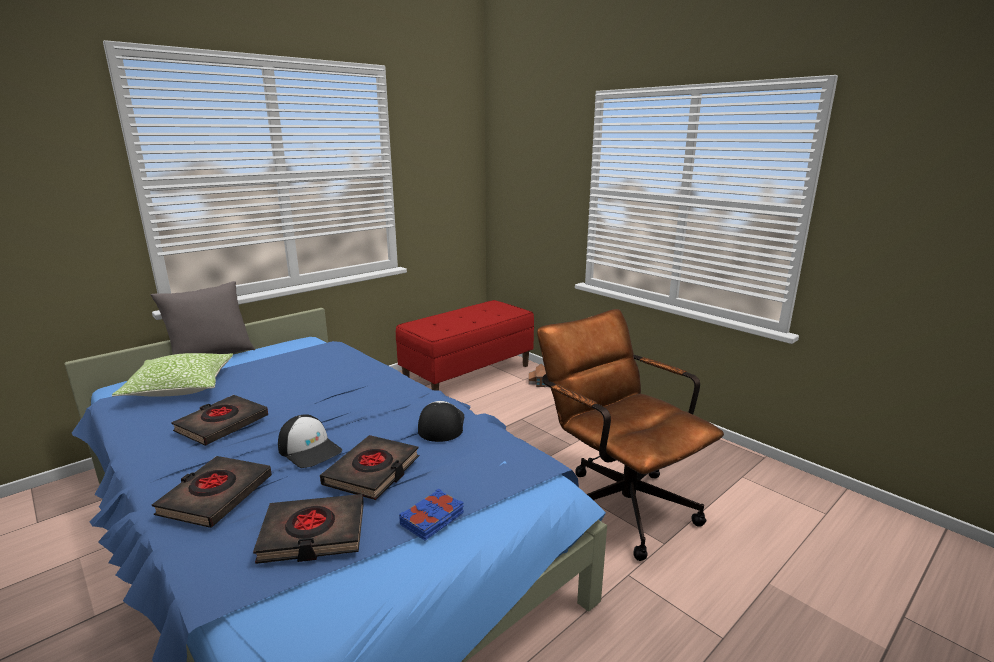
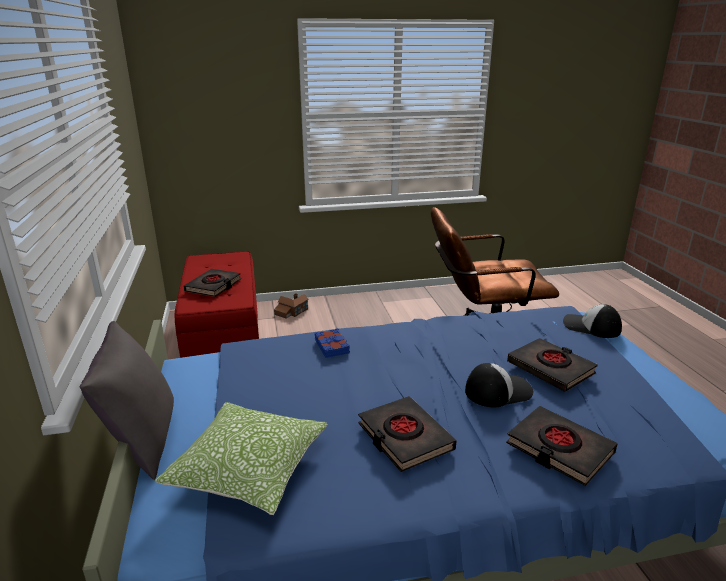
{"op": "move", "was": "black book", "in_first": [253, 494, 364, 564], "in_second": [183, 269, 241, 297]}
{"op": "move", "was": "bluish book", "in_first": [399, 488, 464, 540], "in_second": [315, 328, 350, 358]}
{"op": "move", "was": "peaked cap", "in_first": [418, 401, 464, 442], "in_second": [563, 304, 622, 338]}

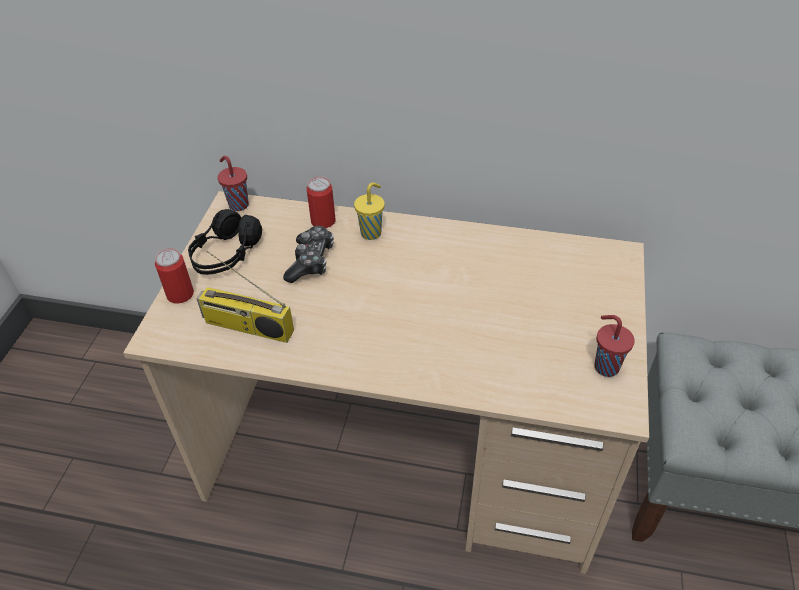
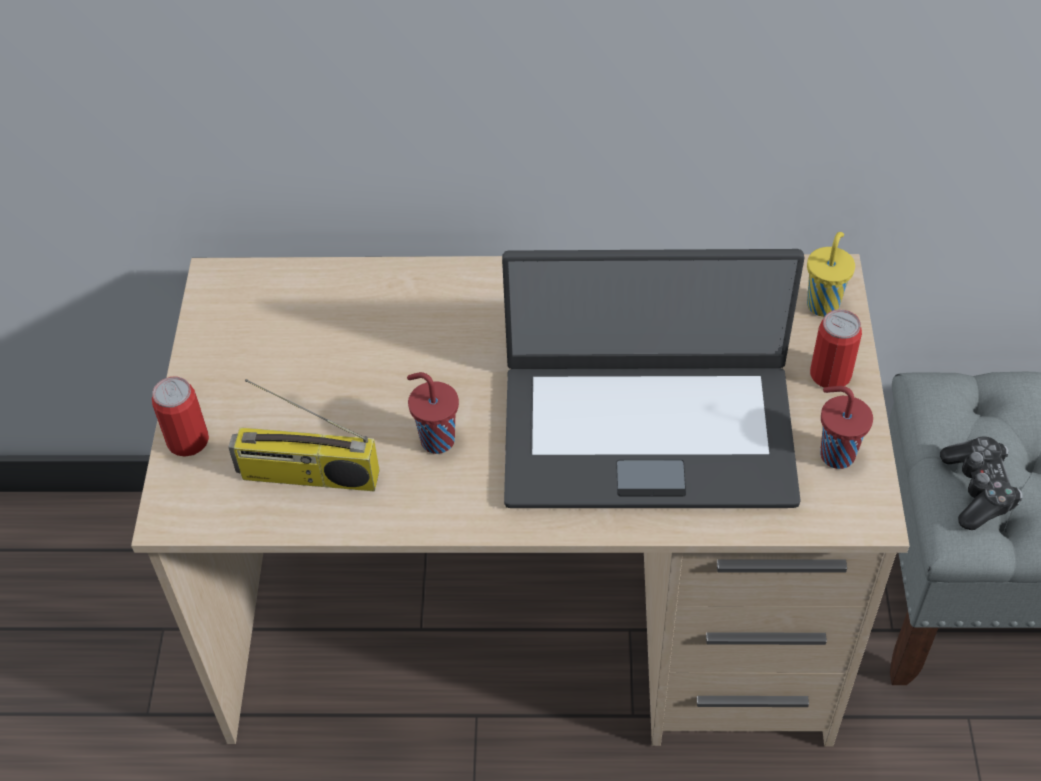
{"op": "delete", "was": "black headset", "in_first": [188, 209, 262, 275]}
{"op": "move", "was": "reddish small cup", "in_first": [218, 156, 249, 211], "in_second": [407, 372, 459, 454]}
{"op": "move", "was": "game controller", "in_first": [283, 226, 334, 283], "in_second": [940, 437, 1022, 530]}
{"op": "move", "was": "sealed can", "in_first": [307, 177, 336, 228], "in_second": [810, 309, 862, 388]}
{"op": "move", "was": "yellow small cup", "in_first": [354, 182, 385, 240], "in_second": [807, 232, 855, 317]}
{"op": "insert", "now": "notebook computer", "in_second": [502, 249, 804, 508]}

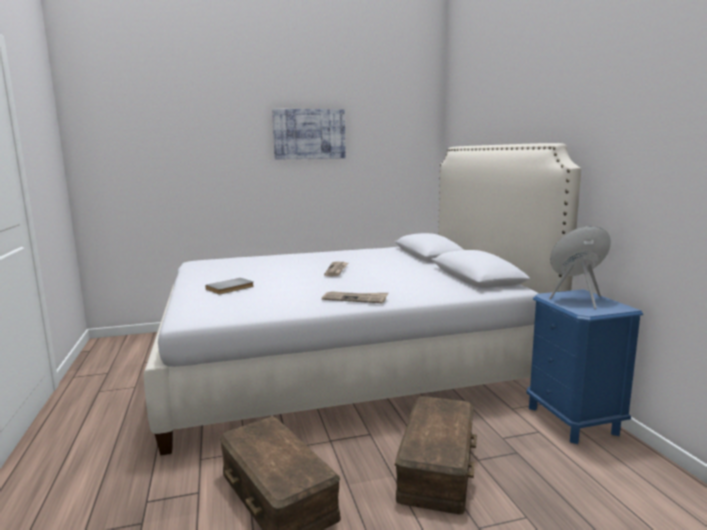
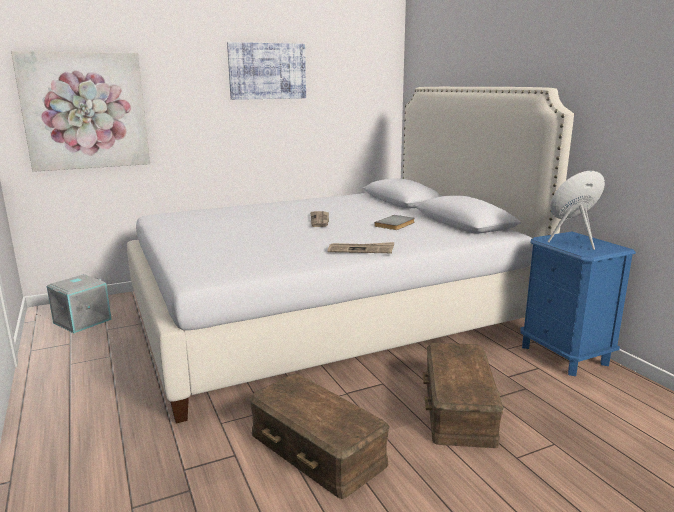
{"op": "move", "was": "greyish book", "in_first": [205, 278, 254, 294], "in_second": [374, 215, 415, 230]}
{"op": "insert", "now": "wall art", "in_second": [11, 51, 150, 172]}
{"op": "insert", "now": "greyish storage bin", "in_second": [47, 274, 112, 333]}

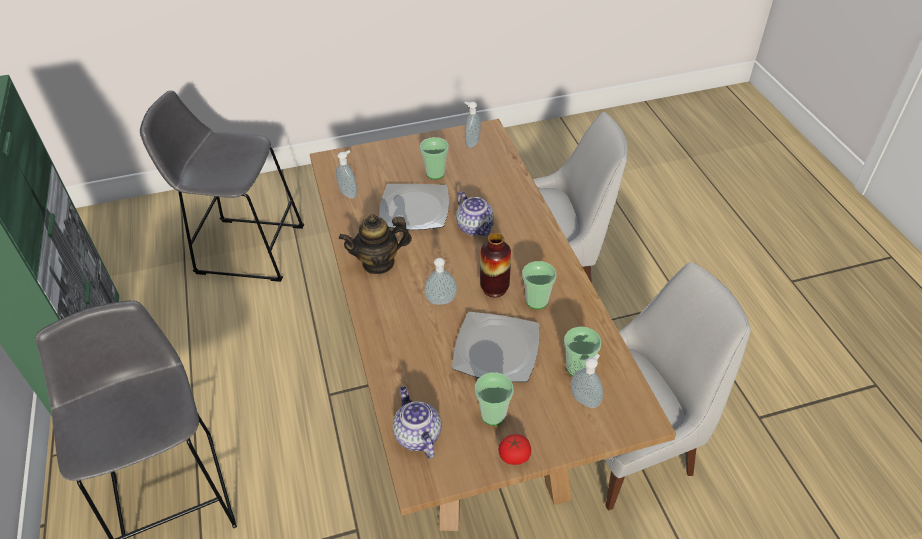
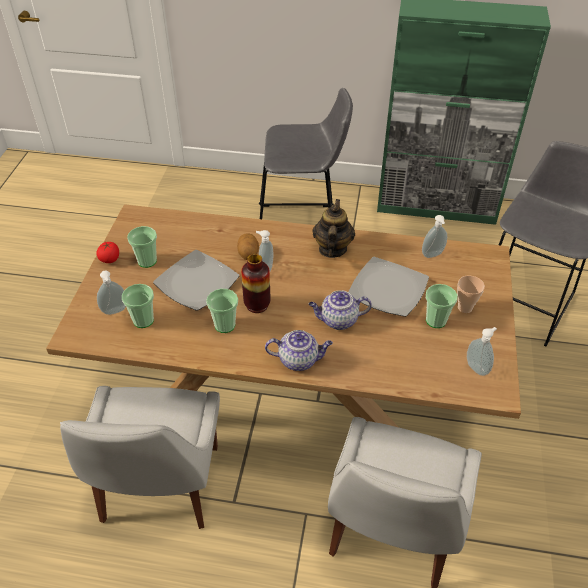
{"op": "move", "was": "tea pot", "in_first": [393, 386, 442, 459], "in_second": [265, 330, 333, 371]}
{"op": "insert", "now": "spud", "in_second": [237, 234, 259, 260]}
{"op": "insert", "now": "small cup", "in_second": [457, 276, 485, 313]}

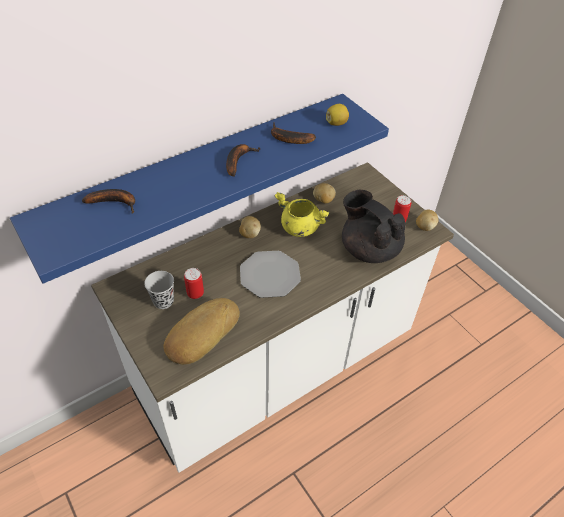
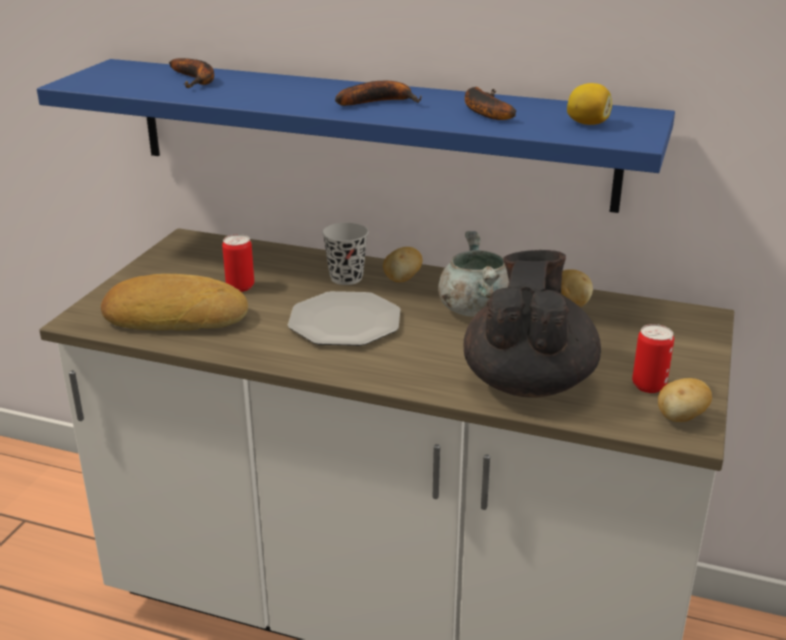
{"op": "move", "was": "black small cup", "in_first": [144, 271, 174, 309], "in_second": [322, 223, 369, 285]}
{"op": "recolor", "was": "yellow cooking pot", "now": "greyish cooking pot", "in_first": [275, 192, 330, 237], "in_second": [438, 231, 509, 317]}

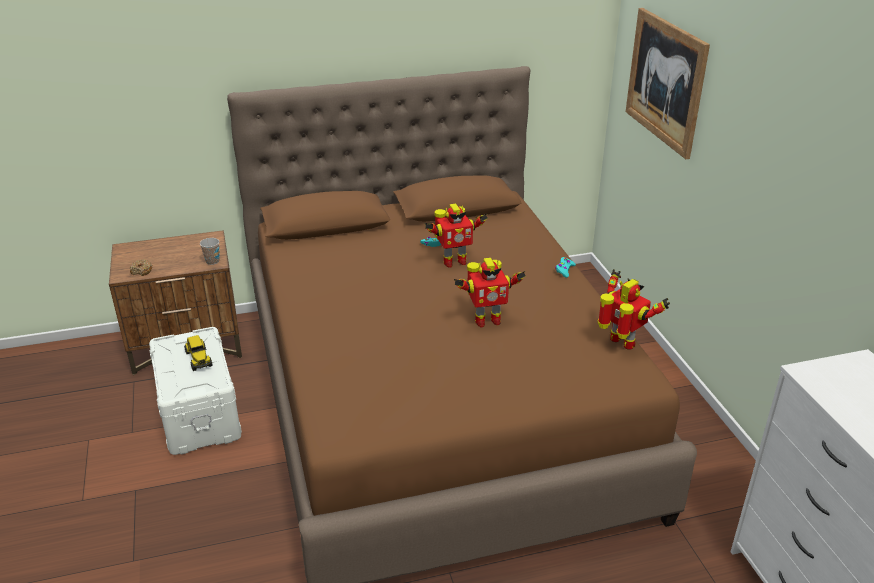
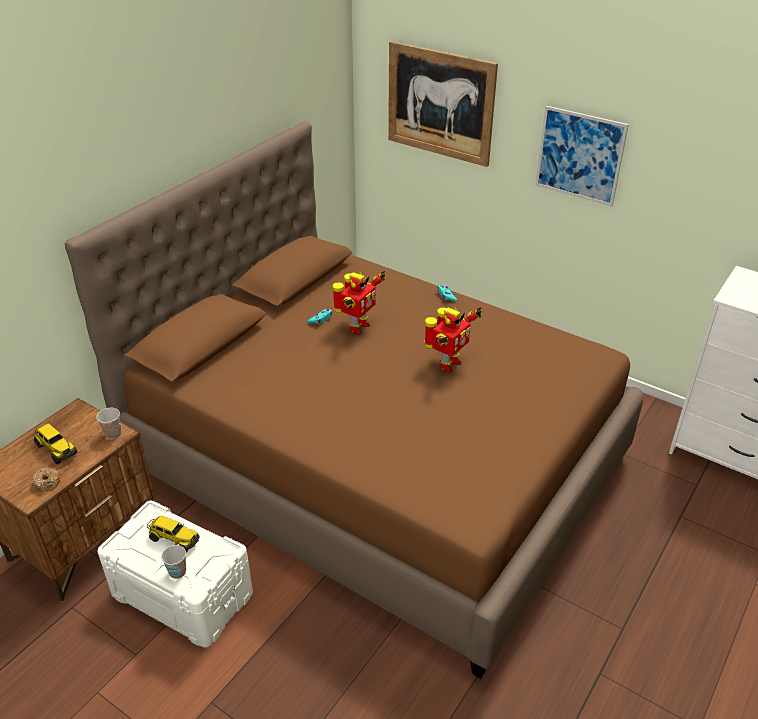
{"op": "delete", "was": "toy robot", "in_first": [597, 269, 670, 350]}
{"op": "insert", "now": "toy truck", "in_second": [34, 424, 77, 464]}
{"op": "insert", "now": "small cup", "in_second": [161, 545, 186, 579]}
{"op": "insert", "now": "wall art", "in_second": [535, 106, 629, 207]}

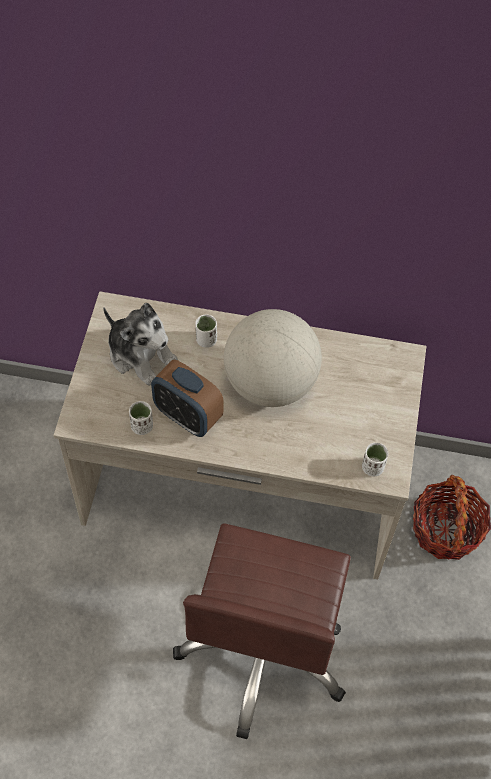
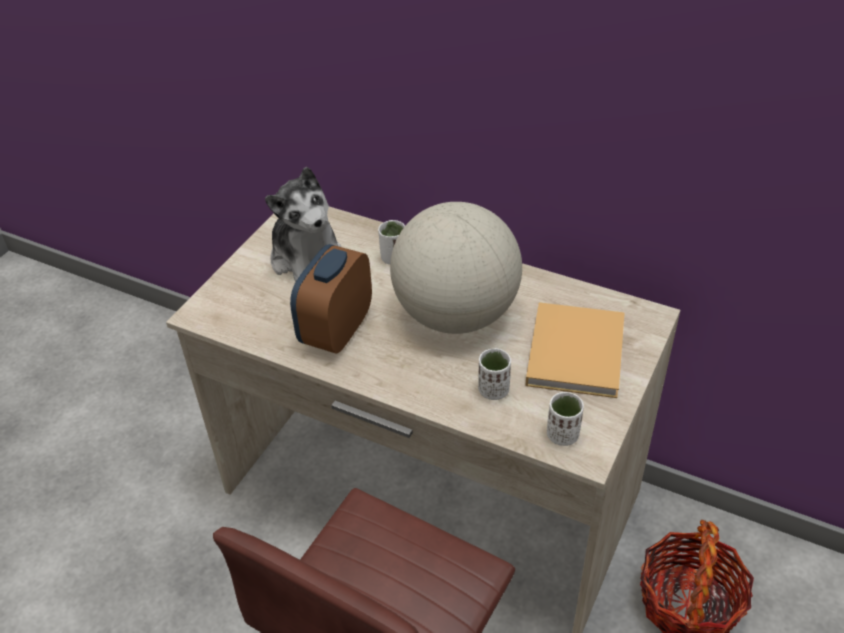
{"op": "move", "was": "whitish small cup", "in_first": [129, 401, 153, 435], "in_second": [478, 348, 511, 400]}
{"op": "rotate", "was": "table clock", "in_first": [151, 360, 223, 437], "in_second": [290, 244, 372, 354], "clockwise": 60}
{"op": "insert", "now": "sand-coloured book", "in_second": [525, 302, 625, 398]}

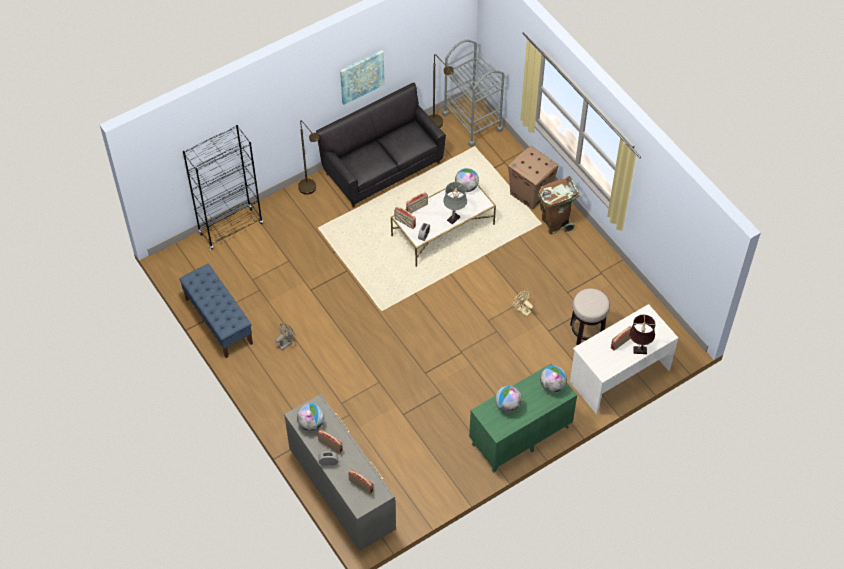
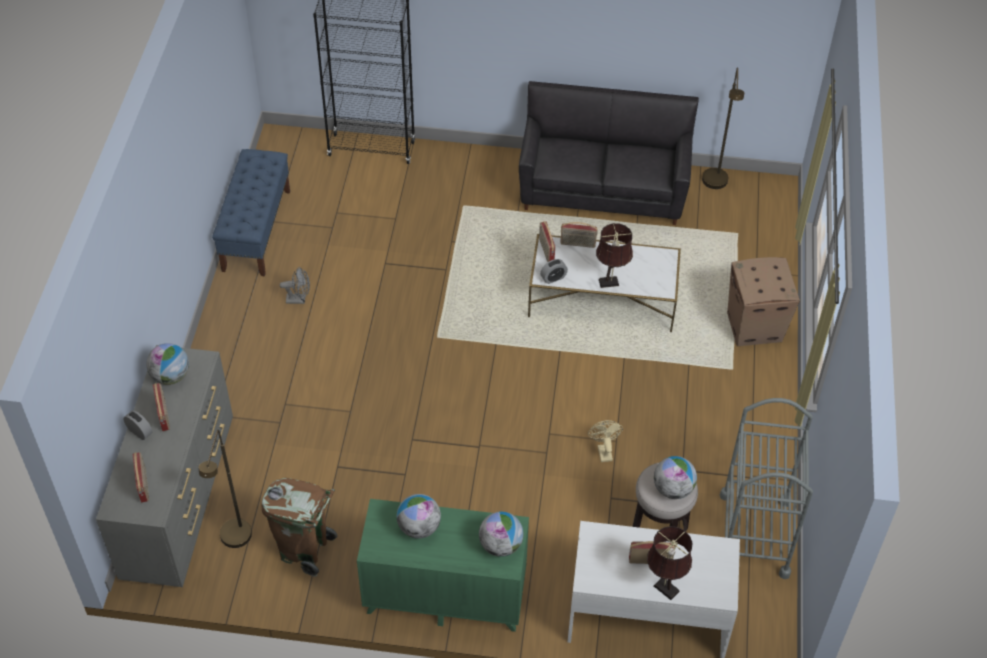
{"op": "move", "was": "brownish standard lamp", "in_first": [298, 120, 319, 195], "in_second": [199, 430, 252, 548]}
{"op": "delete", "was": "wall art", "in_first": [340, 50, 385, 105]}
{"op": "move", "was": "greyish cart", "in_first": [442, 40, 505, 147], "in_second": [720, 398, 813, 579]}
{"op": "recolor", "was": "greyish table lamp", "now": "brownish table lamp", "in_first": [443, 182, 467, 225], "in_second": [596, 223, 633, 288]}
{"op": "move", "was": "globe", "in_first": [455, 168, 479, 192], "in_second": [654, 456, 697, 499]}
{"op": "move", "was": "brownish waste bin", "in_first": [538, 176, 580, 235], "in_second": [262, 478, 337, 577]}

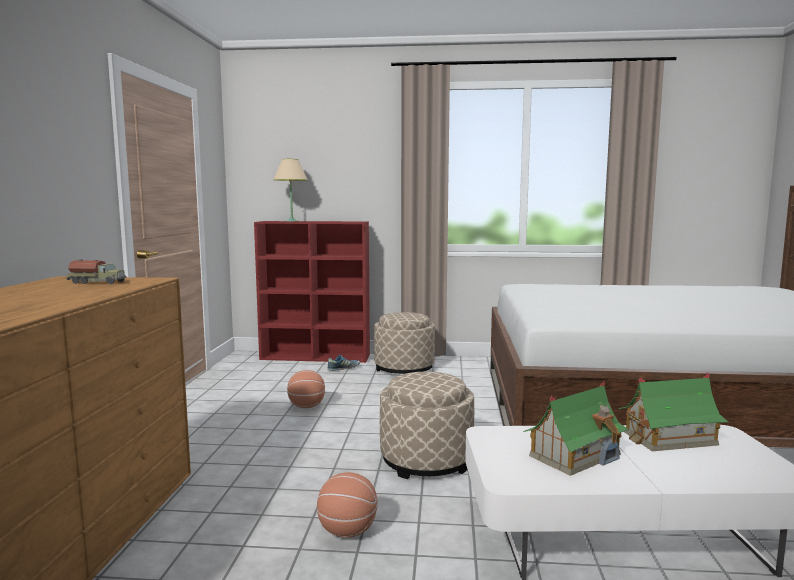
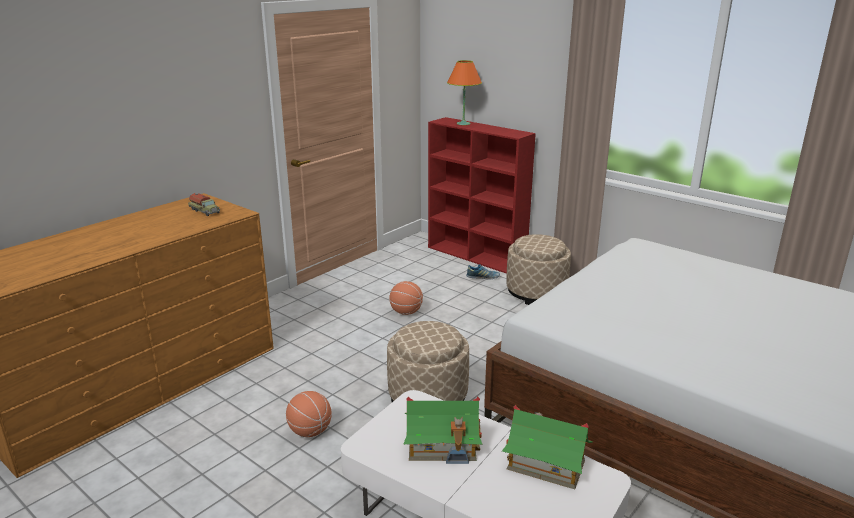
{"op": "recolor", "was": "sand-coloured table lamp", "now": "orange-coloured table lamp", "in_first": [273, 159, 308, 222], "in_second": [447, 60, 482, 125]}

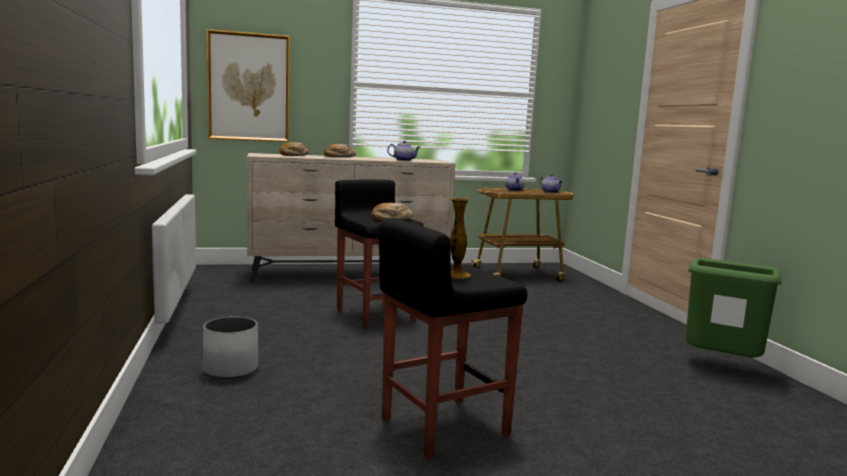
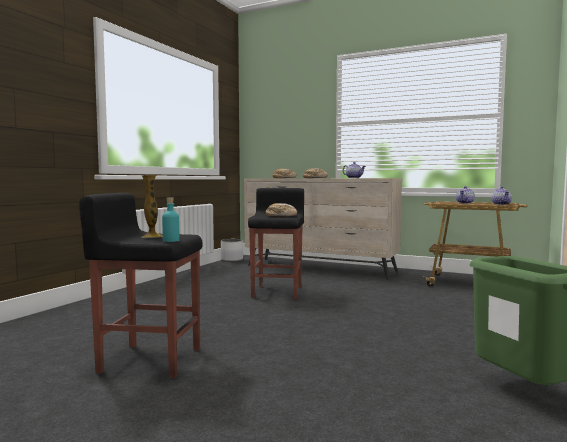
{"op": "move", "was": "whitish planter", "in_first": [203, 317, 258, 379], "in_second": [221, 239, 243, 262]}
{"op": "delete", "was": "wall art", "in_first": [207, 29, 290, 142]}
{"op": "insert", "now": "blue-green beverage bottle", "in_second": [162, 197, 180, 242]}

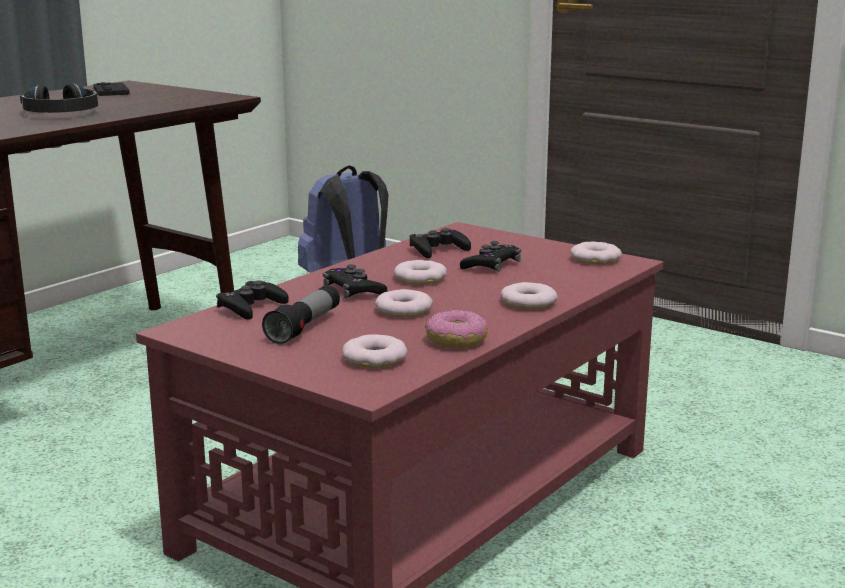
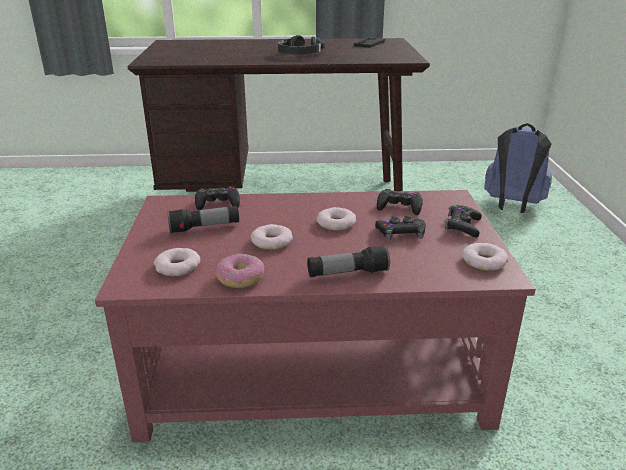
{"op": "move", "was": "black game controller", "in_first": [323, 264, 387, 298], "in_second": [445, 205, 482, 237]}
{"op": "replace", "was": "doughnut", "now": "hand torch", "in_first": [501, 282, 558, 310], "in_second": [307, 245, 390, 277]}

